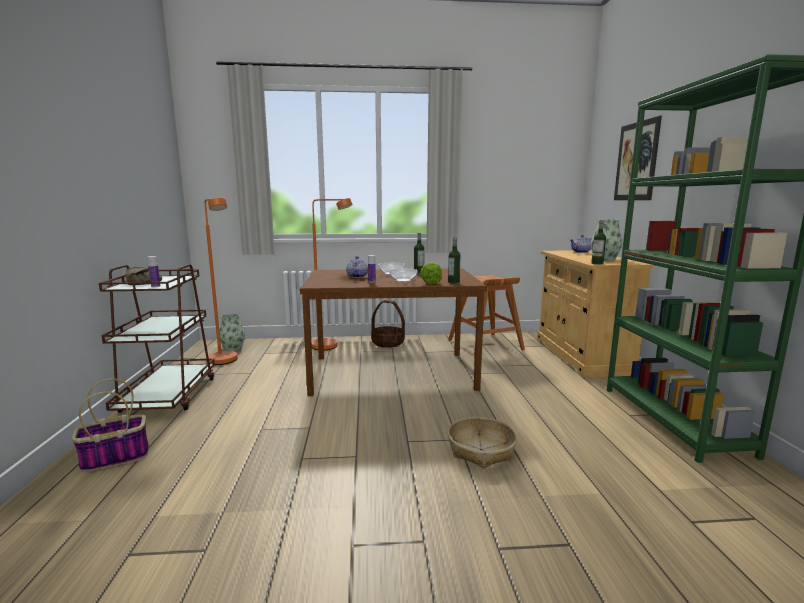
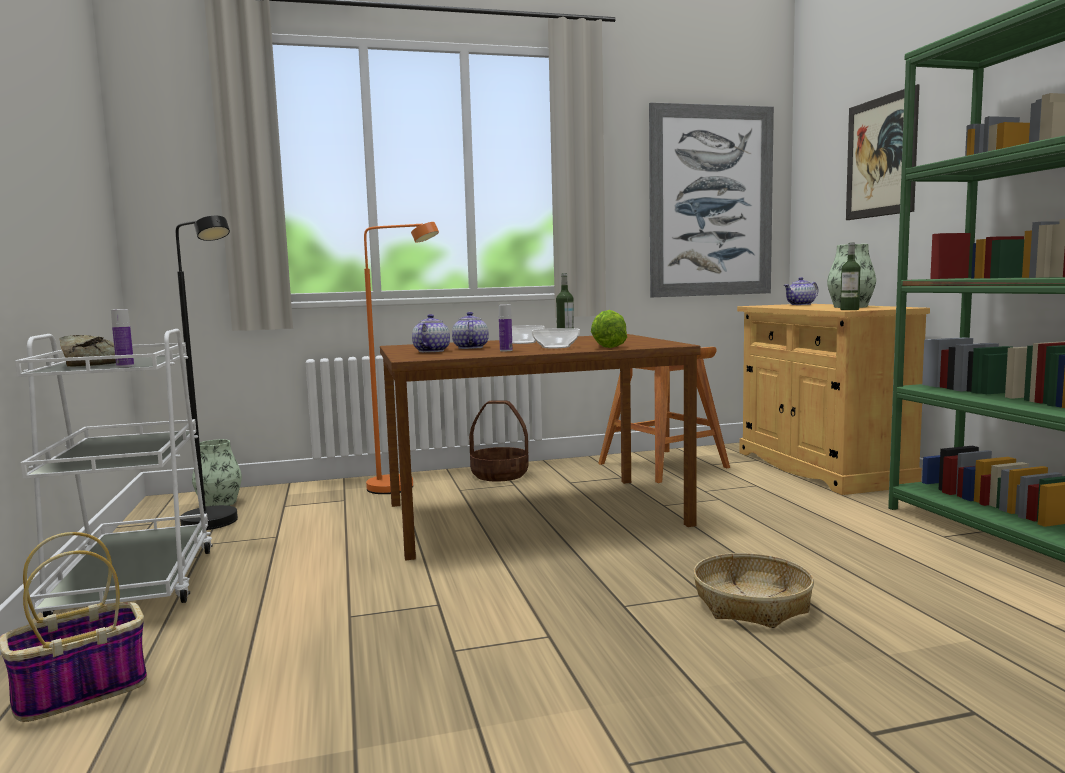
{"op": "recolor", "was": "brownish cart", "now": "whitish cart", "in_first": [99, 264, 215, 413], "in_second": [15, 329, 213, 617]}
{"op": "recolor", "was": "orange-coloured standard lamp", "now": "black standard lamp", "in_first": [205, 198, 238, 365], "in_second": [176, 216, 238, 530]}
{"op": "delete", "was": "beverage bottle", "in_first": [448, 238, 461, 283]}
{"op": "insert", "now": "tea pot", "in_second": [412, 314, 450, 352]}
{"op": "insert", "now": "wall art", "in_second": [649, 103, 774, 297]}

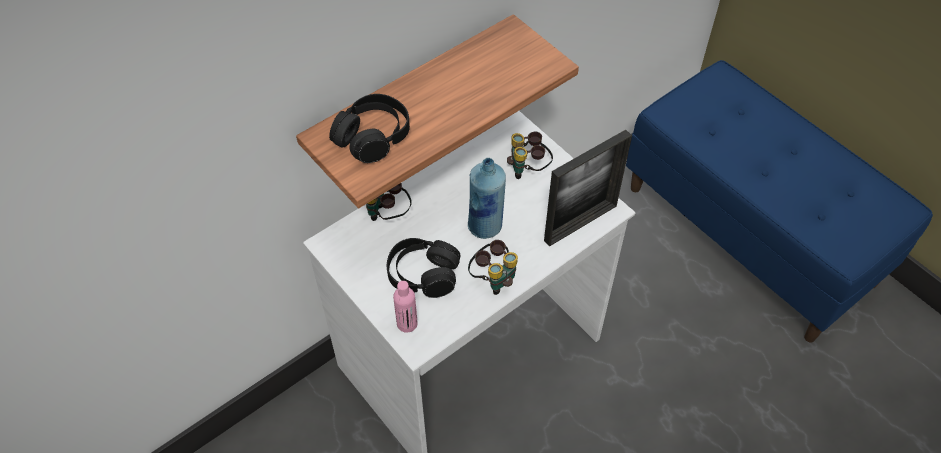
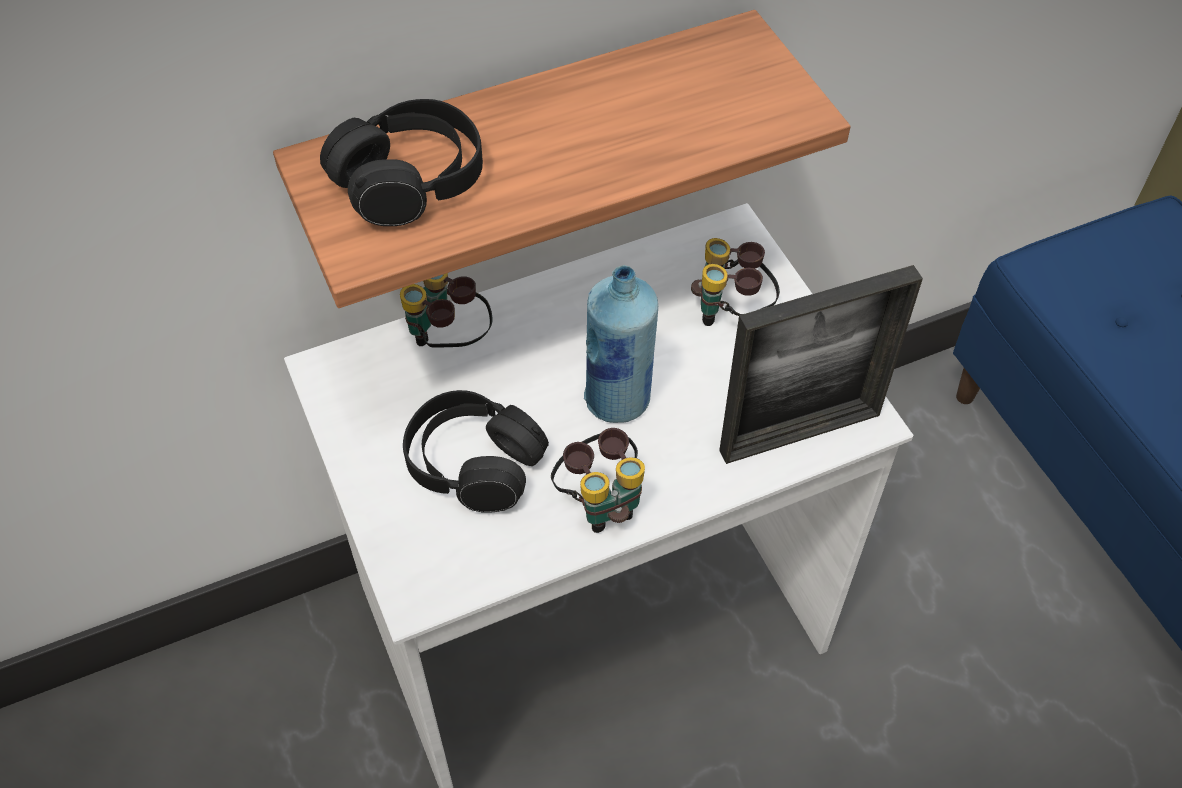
{"op": "delete", "was": "pink beverage bottle", "in_first": [393, 281, 418, 333]}

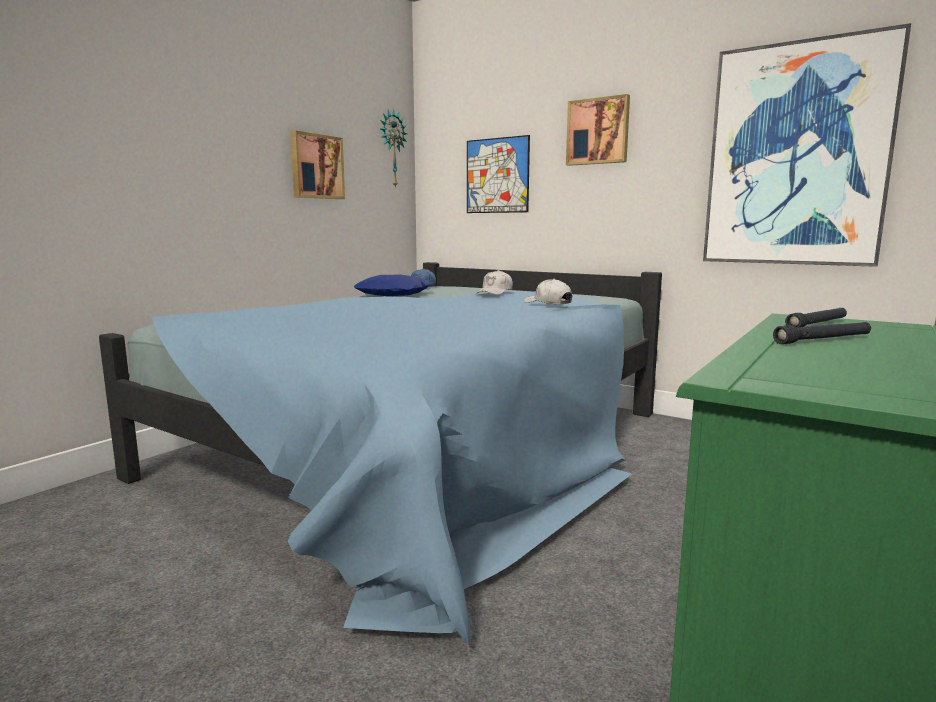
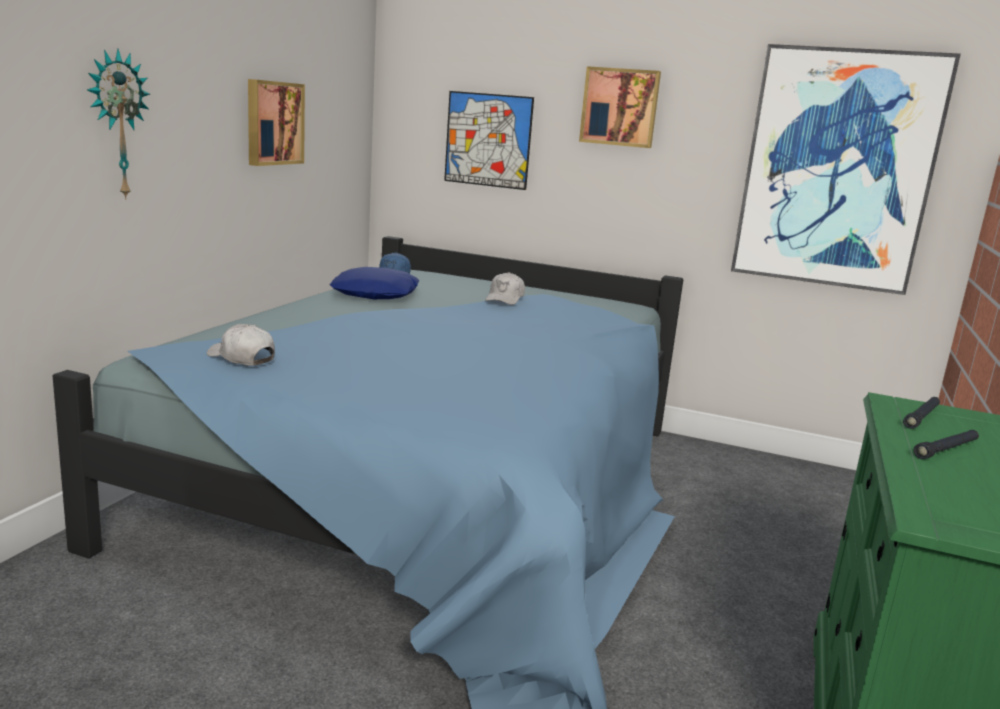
{"op": "move", "was": "hanging clock", "in_first": [380, 109, 407, 188], "in_second": [87, 49, 150, 200]}
{"op": "move", "was": "whitish peaked cap", "in_first": [524, 279, 572, 305], "in_second": [207, 324, 275, 366]}

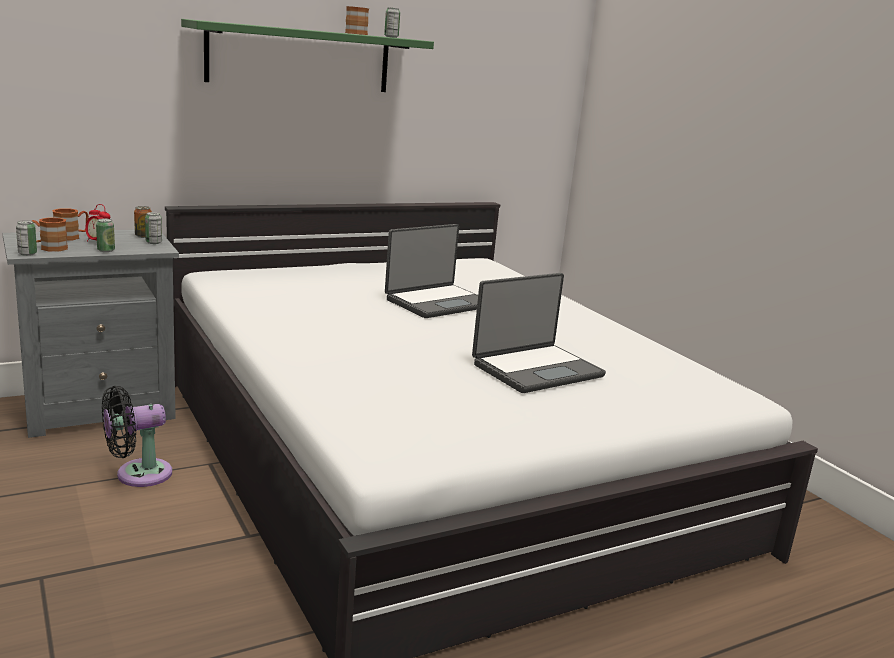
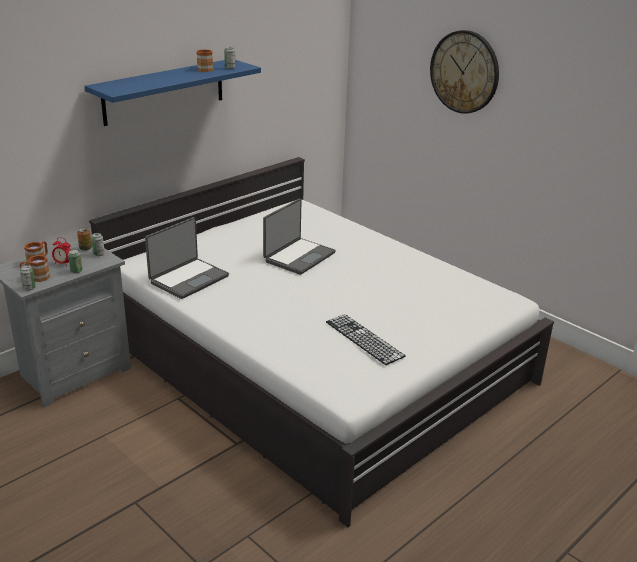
{"op": "delete", "was": "black electric fan", "in_first": [102, 386, 172, 487]}
{"op": "recolor", "was": "green wall shelf", "now": "bluish wall shelf", "in_first": [181, 19, 434, 92], "in_second": [84, 60, 261, 126]}
{"op": "move", "was": "notebook computer", "in_first": [472, 273, 606, 393], "in_second": [145, 217, 229, 299]}
{"op": "insert", "now": "computer keyboard", "in_second": [326, 314, 406, 365]}
{"op": "insert", "now": "hanging clock", "in_second": [430, 30, 499, 114]}

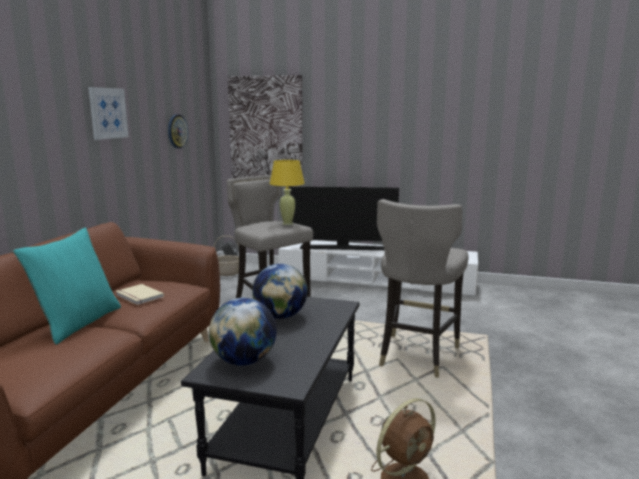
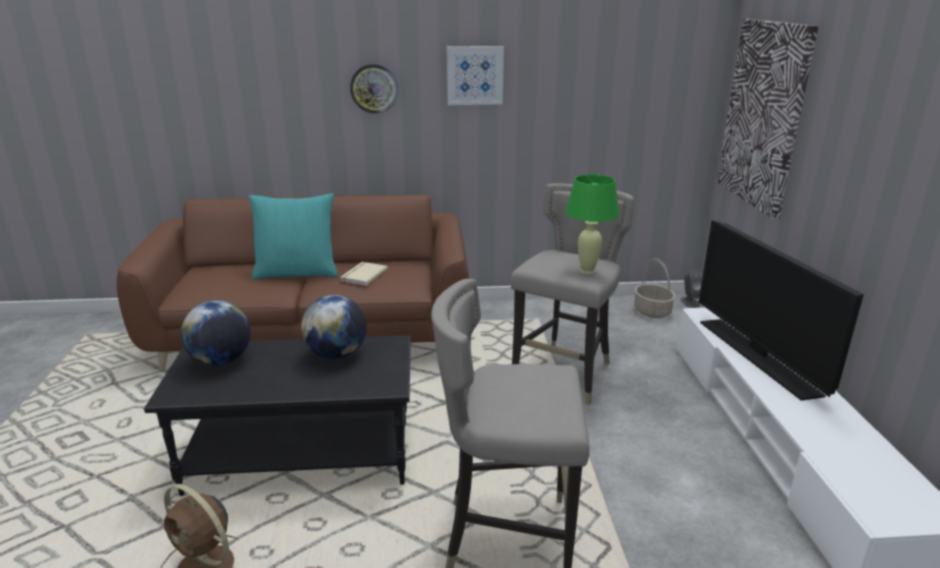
{"op": "move", "was": "hanging clock", "in_first": [168, 114, 188, 149], "in_second": [350, 64, 398, 114]}
{"op": "recolor", "was": "yellow table lamp", "now": "green table lamp", "in_first": [270, 160, 305, 225], "in_second": [565, 174, 620, 274]}

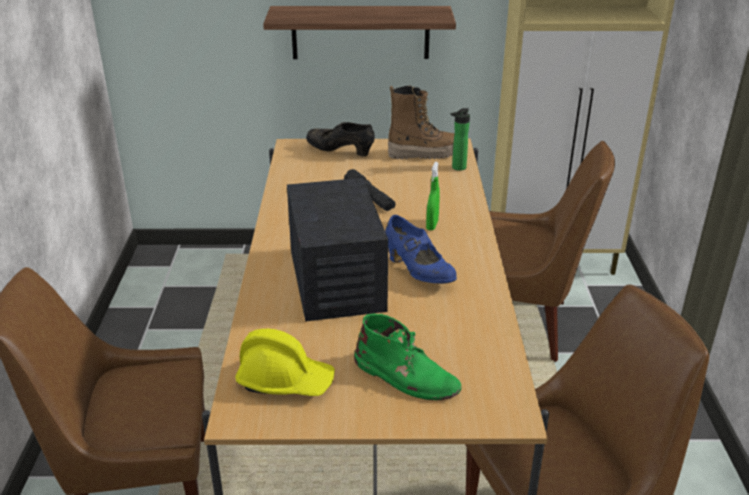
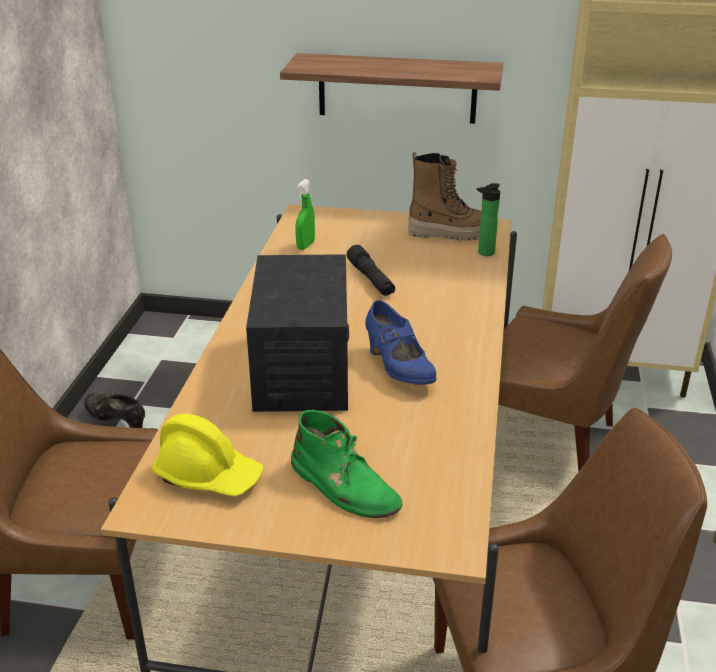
{"op": "move", "was": "black low shoe", "in_first": [306, 122, 375, 157], "in_second": [84, 393, 145, 428]}
{"op": "move", "was": "green spray bottle", "in_first": [426, 162, 440, 230], "in_second": [295, 179, 315, 250]}

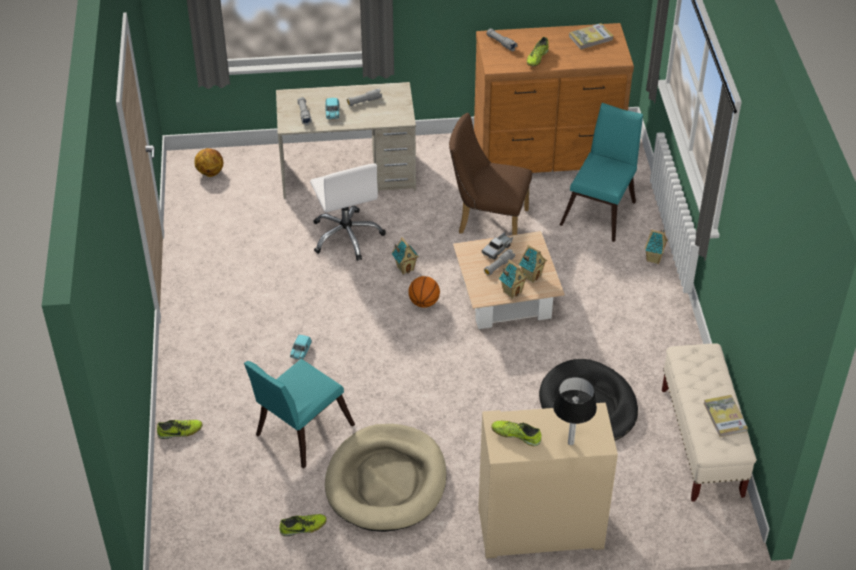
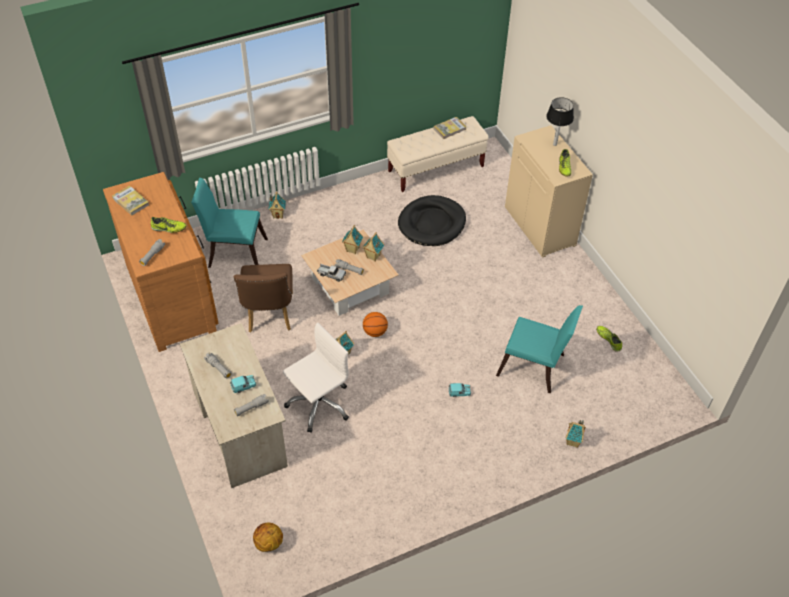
{"op": "replace", "was": "low shoe", "now": "miniature house", "in_first": [157, 420, 202, 439], "in_second": [566, 420, 586, 448]}
{"op": "delete", "was": "sand-coloured dog bed", "in_first": [325, 424, 447, 532]}

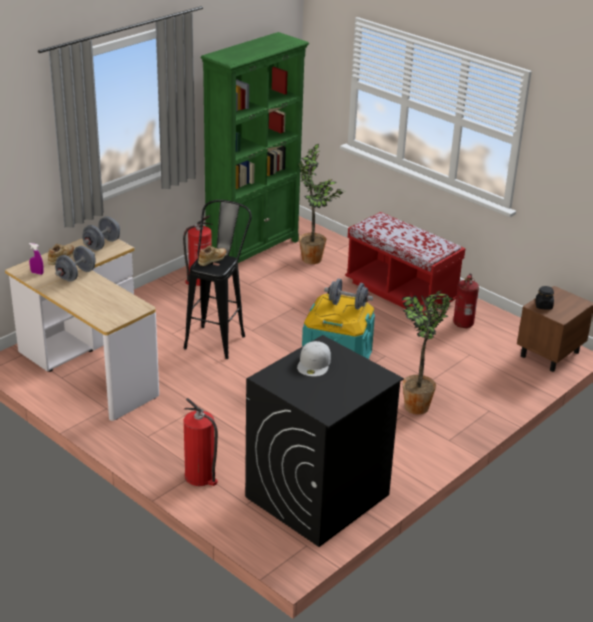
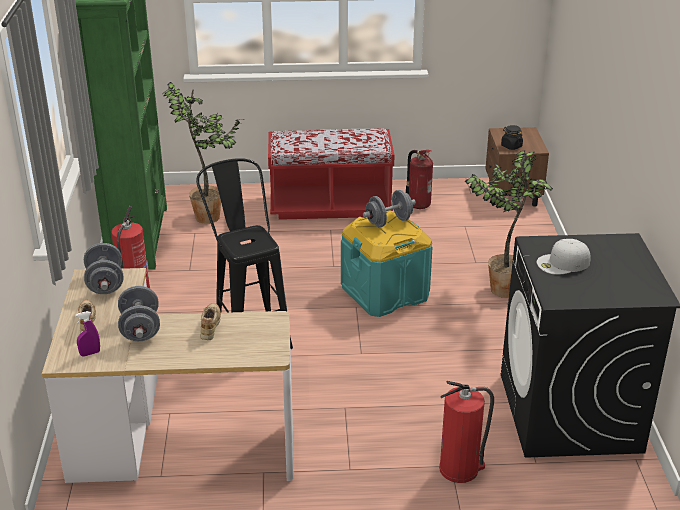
{"op": "move", "was": "sand-coloured low shoe", "in_first": [198, 245, 226, 266], "in_second": [200, 303, 221, 340]}
{"op": "rotate", "was": "whitish peaked cap", "in_first": [297, 341, 331, 377], "in_second": [537, 239, 591, 275], "clockwise": 105}

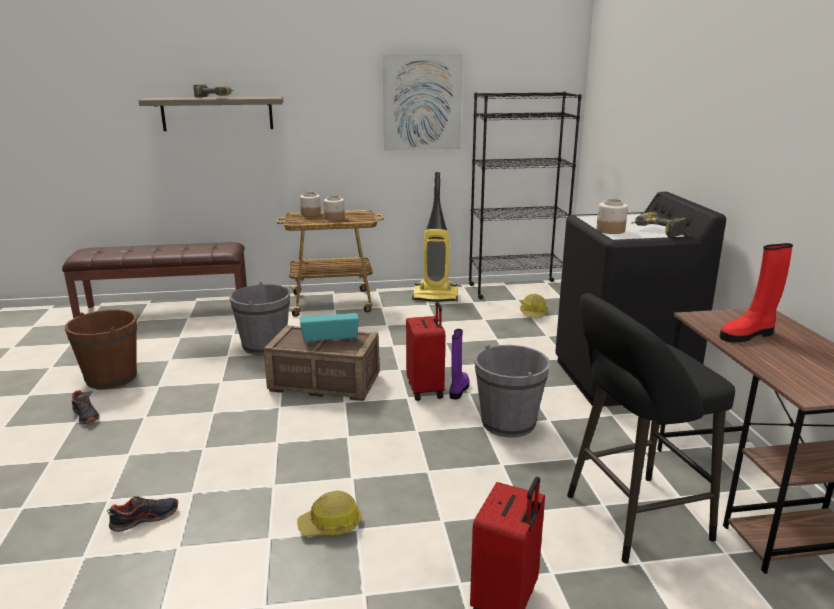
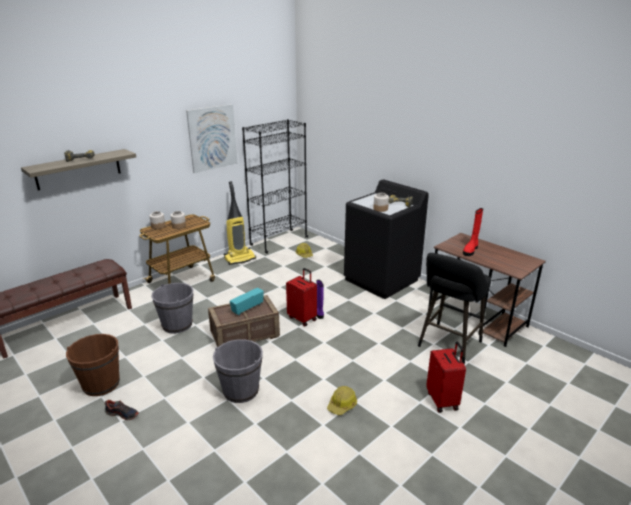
{"op": "delete", "was": "low shoe", "in_first": [107, 496, 178, 532]}
{"op": "move", "was": "greyish water bucket", "in_first": [474, 345, 550, 437], "in_second": [213, 339, 263, 403]}

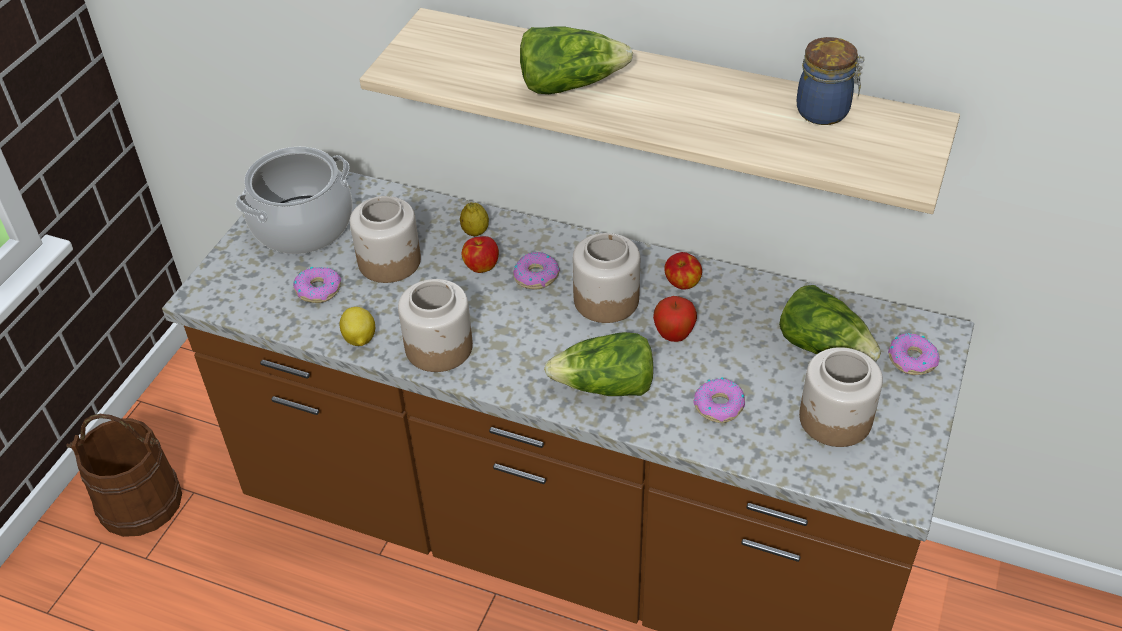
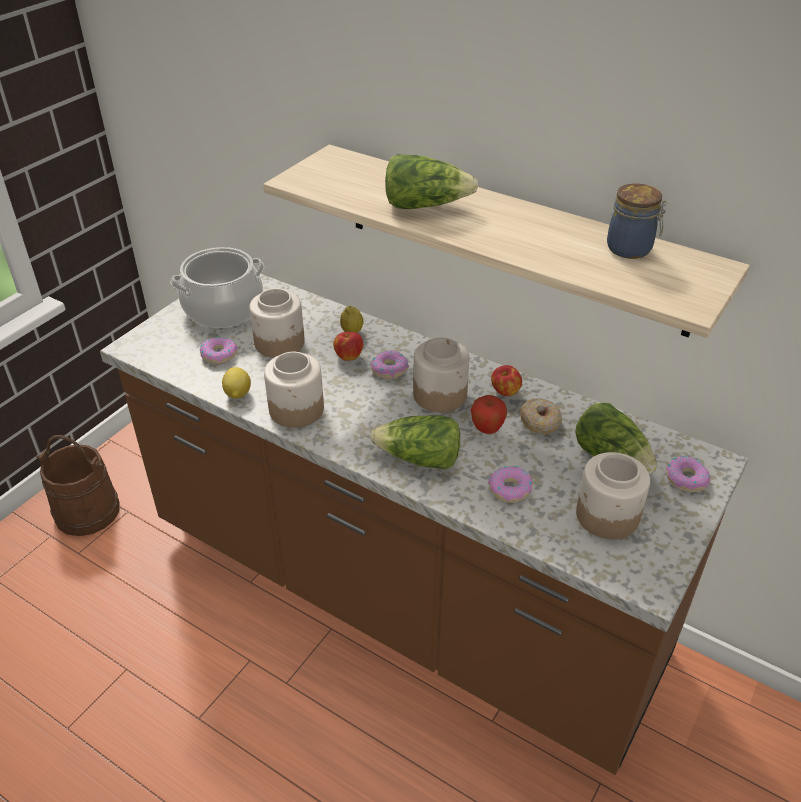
{"op": "insert", "now": "doughnut", "in_second": [520, 398, 562, 434]}

